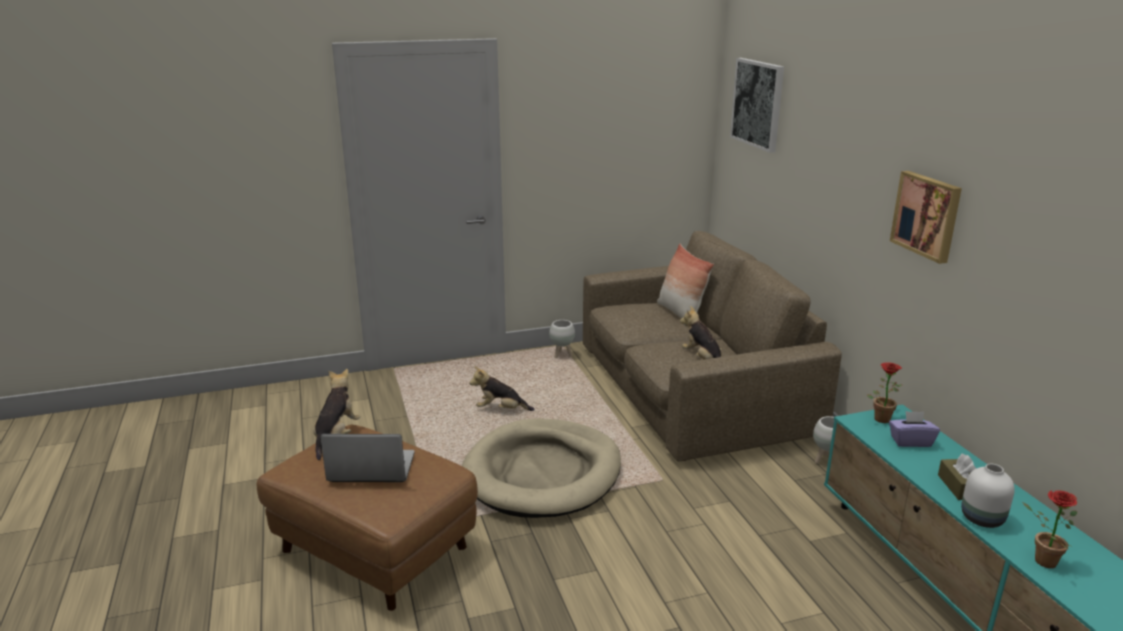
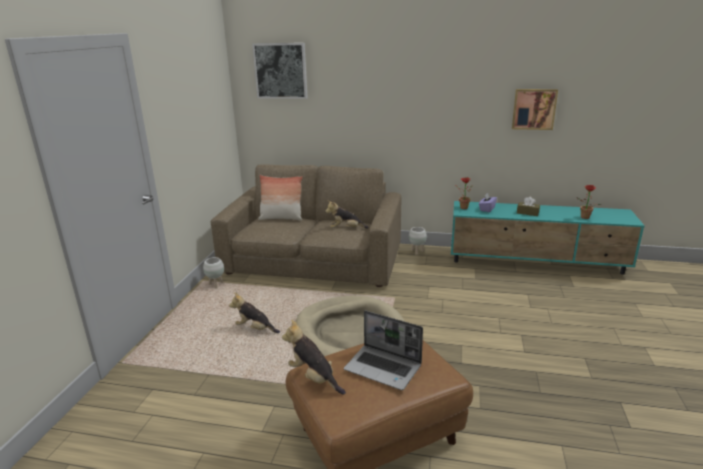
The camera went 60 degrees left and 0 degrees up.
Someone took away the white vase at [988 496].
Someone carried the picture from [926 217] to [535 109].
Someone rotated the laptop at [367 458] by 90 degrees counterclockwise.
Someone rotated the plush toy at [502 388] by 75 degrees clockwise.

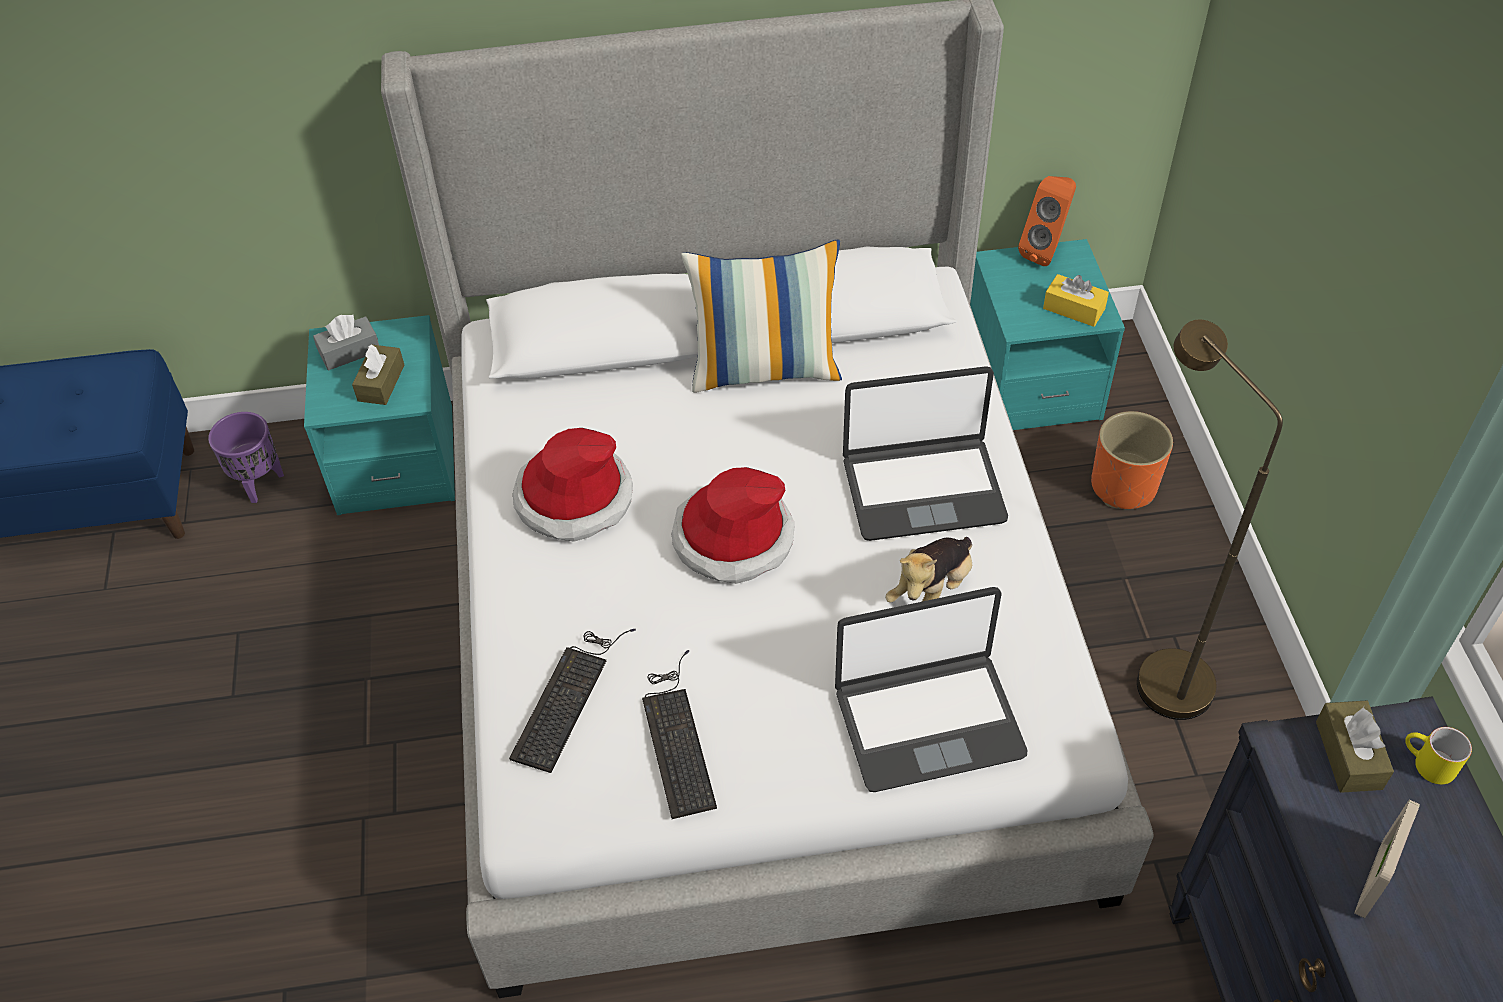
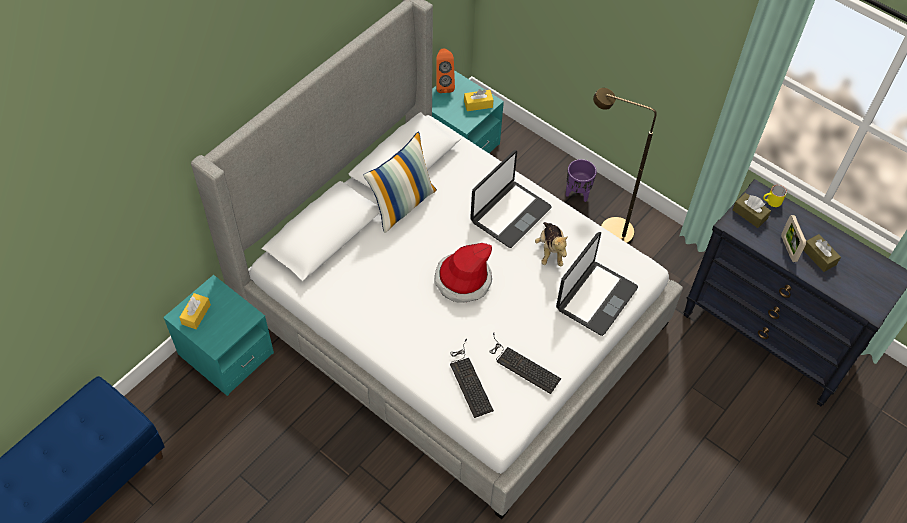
The camera went 45 degrees left and 5 degrees up.
Someone took away the hat at [573 485].
Someone took away the orange planter at [1132 460].
Someone carried the purple planter from [246 457] to [581 180].
Someone carried the brown tissue box from [378 374] to [822 253].
Someone repainted the grey tissue box at [346 343], which became the yellow tissue box at [195 311].

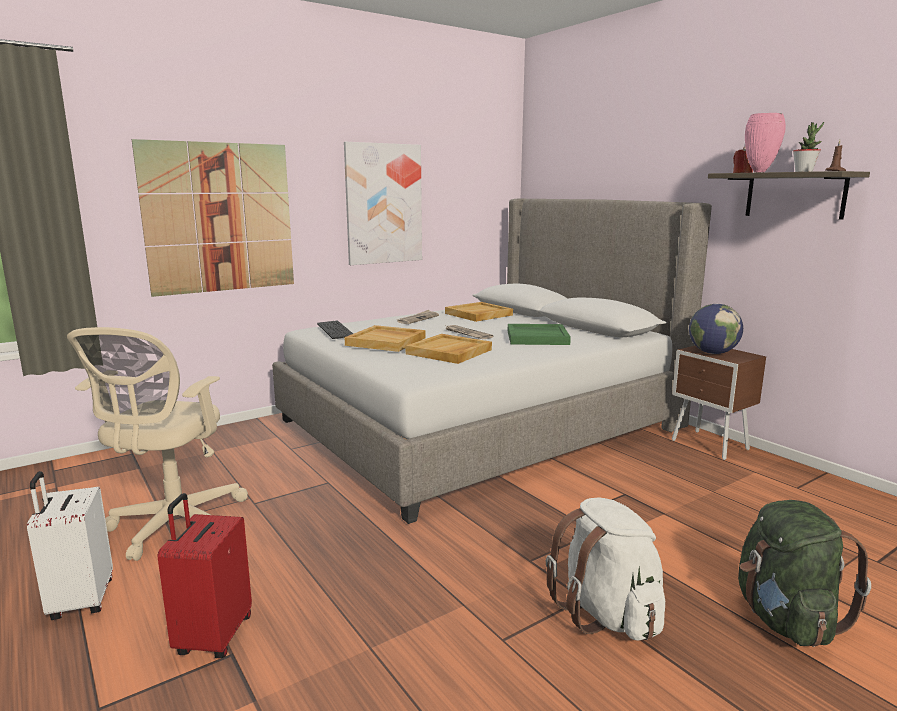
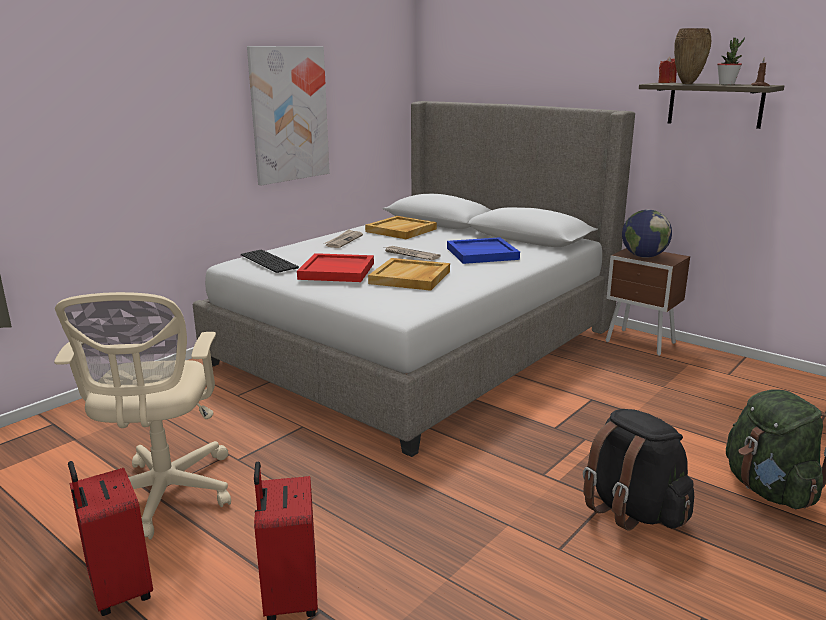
The camera went 15 degrees left and 5 degrees up.
Someone took away the picture at [213 218].
Someone repainted the white suitcase at [70 545], which became the red suitcase at [110 538].
Someone repainted the beige tray at [385 338], which became the red tray at [335 267].
Someone repainted the green tray at [539 334], which became the blue tray at [483 250].
Someone repainted the white backpack at [605 569], which became the black backpack at [638 470].
Someone repainted the pink vase at [765 142], which became the brown vase at [692 56].

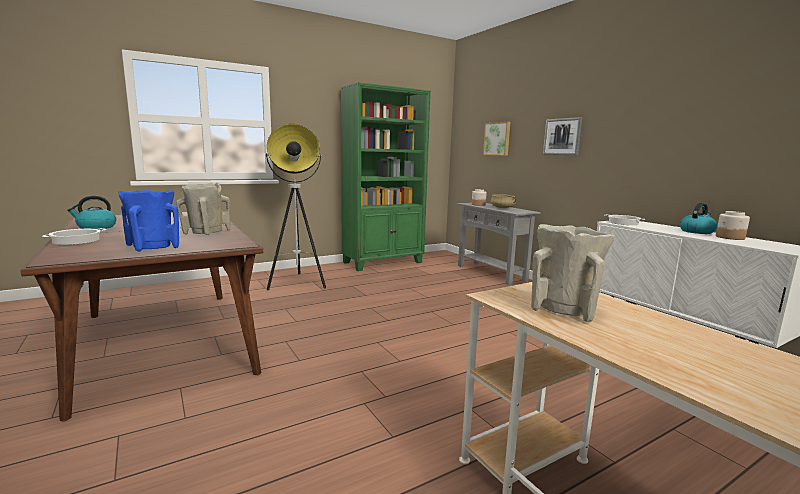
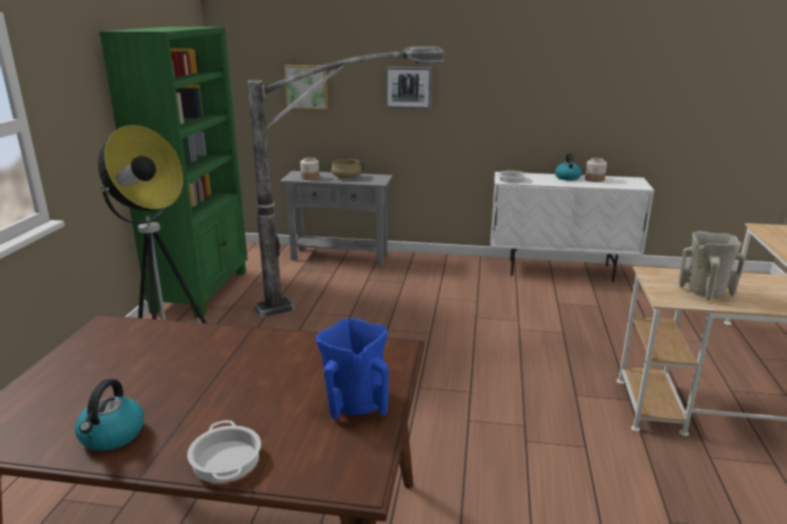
The camera went 50 degrees left and 10 degrees up.
Someone took away the beige vase at [203 209].
Someone put down the floor lamp at [346 181].

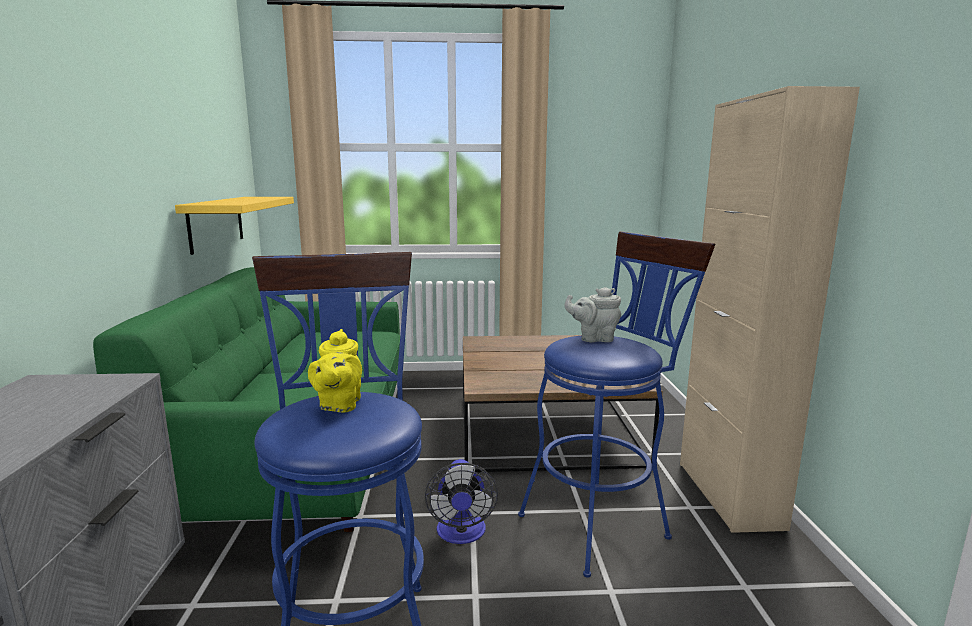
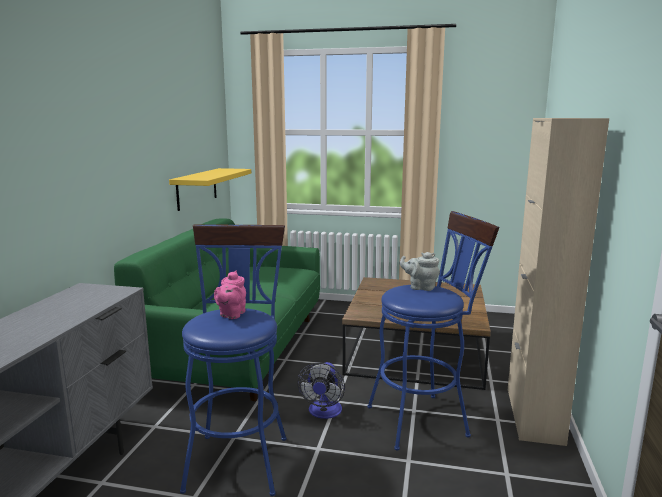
The camera went 15 degrees right and 0 degrees up.
Someone repainted the yellow teapot at [335 371], which became the pink teapot at [230 294].

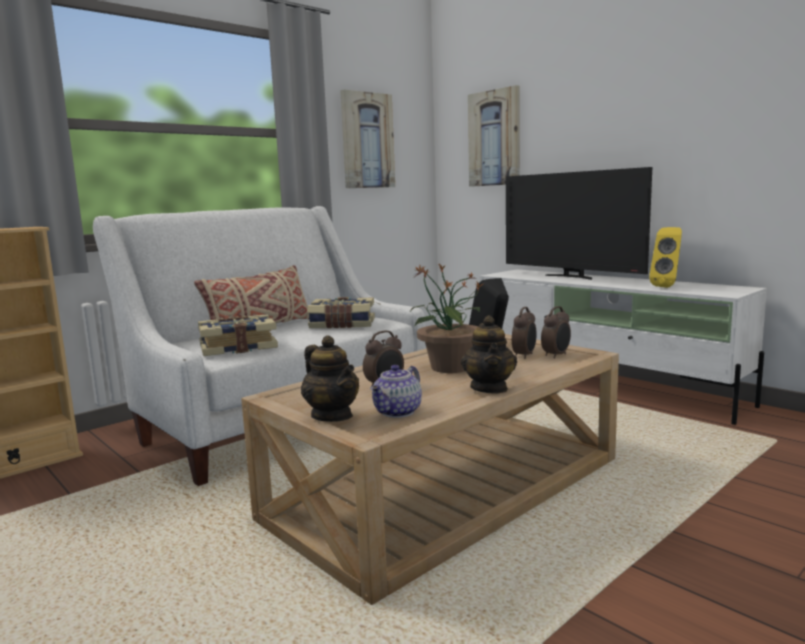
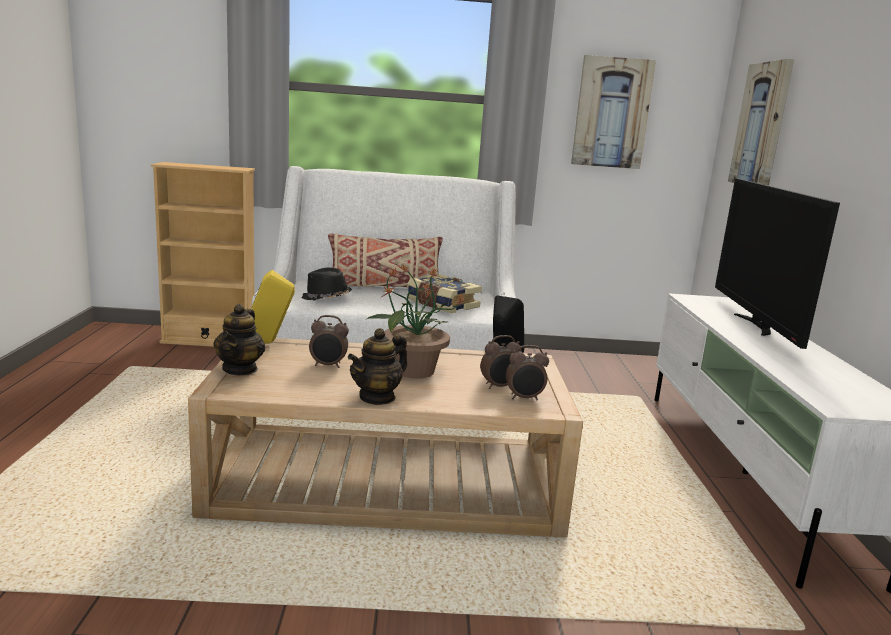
The camera went 40 degrees right and 5 degrees up.
Someone took away the teapot at [396 391].
Someone carried the yellow speaker from [665 257] to [273 307].
Someone swapped the book at [238 335] for the black hat at [327 284].

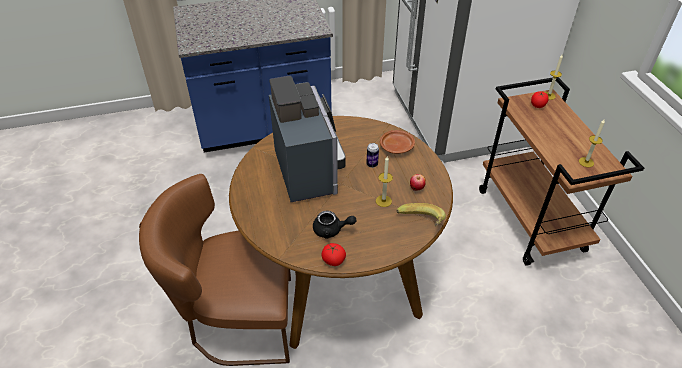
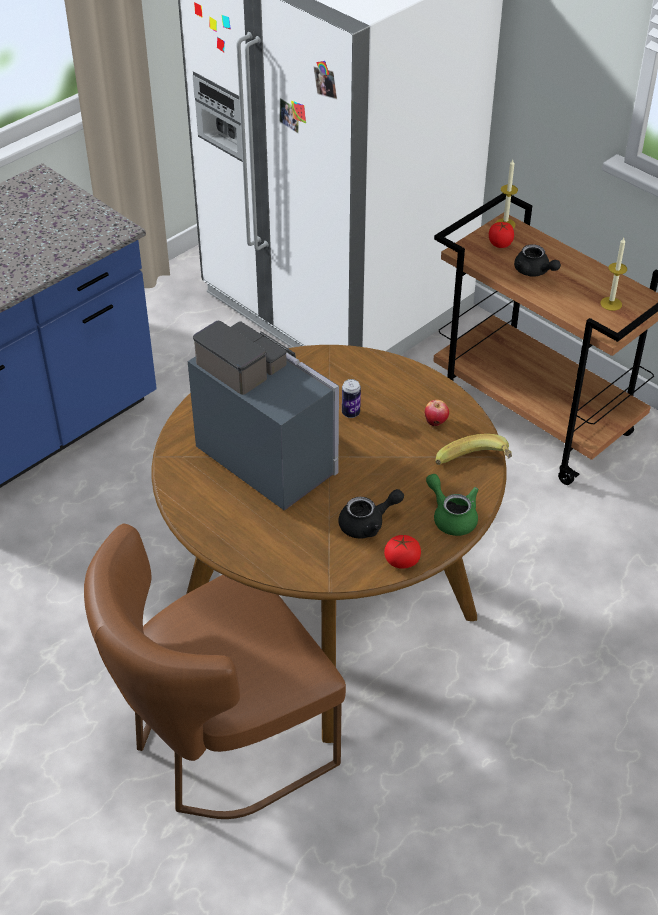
The camera went 30 degrees left and 0 degrees up.
Someone took away the candle at [384 181].
Someone took away the brown plate at [397 142].
Someone put down the green teapot at [452 505].
Someone put down the black teapot at [537 260].

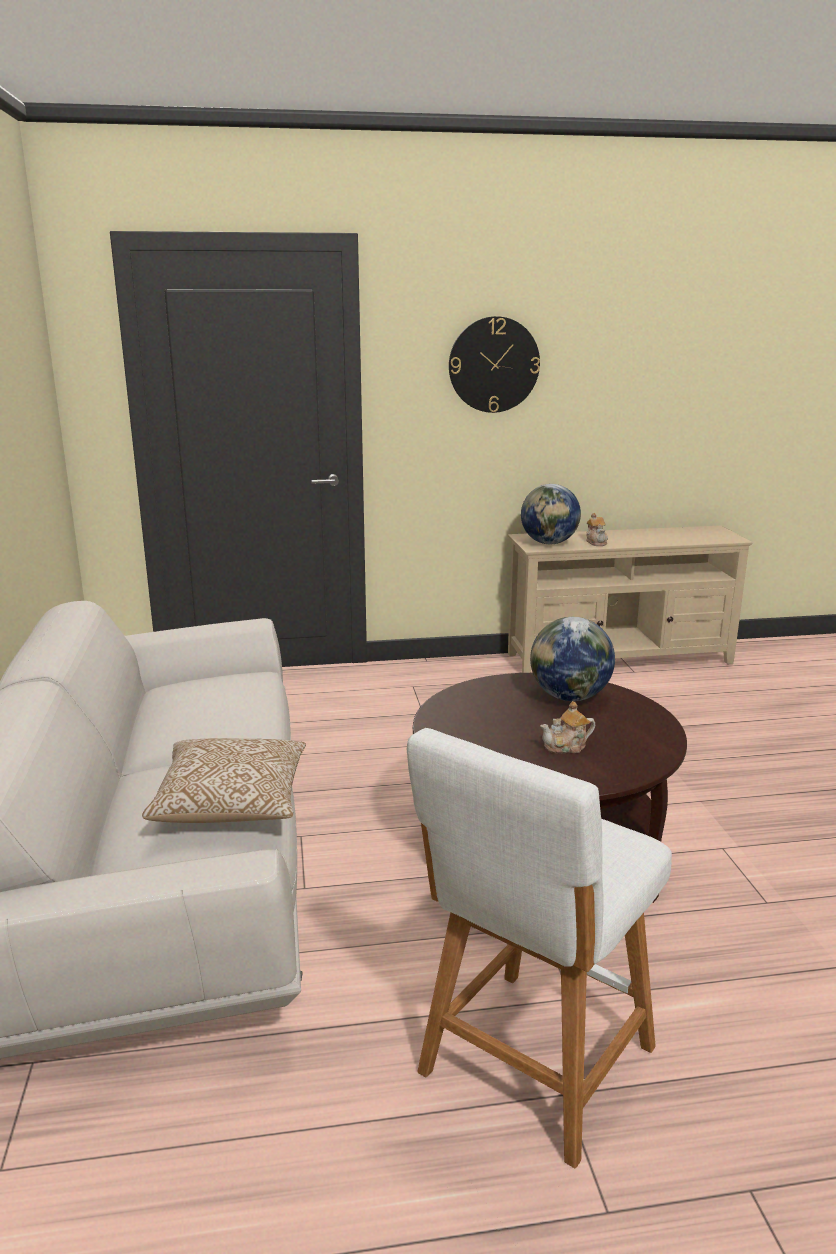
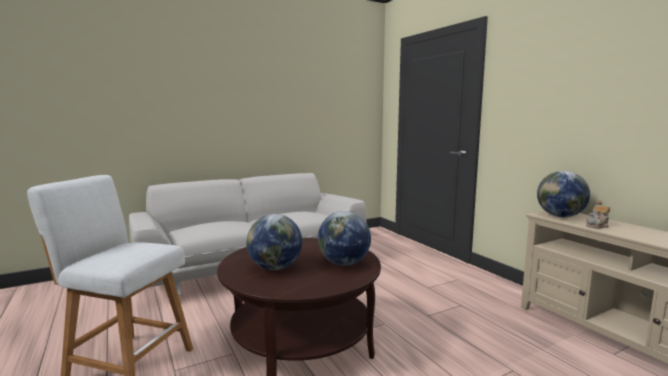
The camera went 70 degrees right and 10 degrees down.
Someone took away the pillow at [224 780].
Someone took away the wall clock at [494 364].
Someone swapped the teapot at [567 727] for the globe at [274 242].

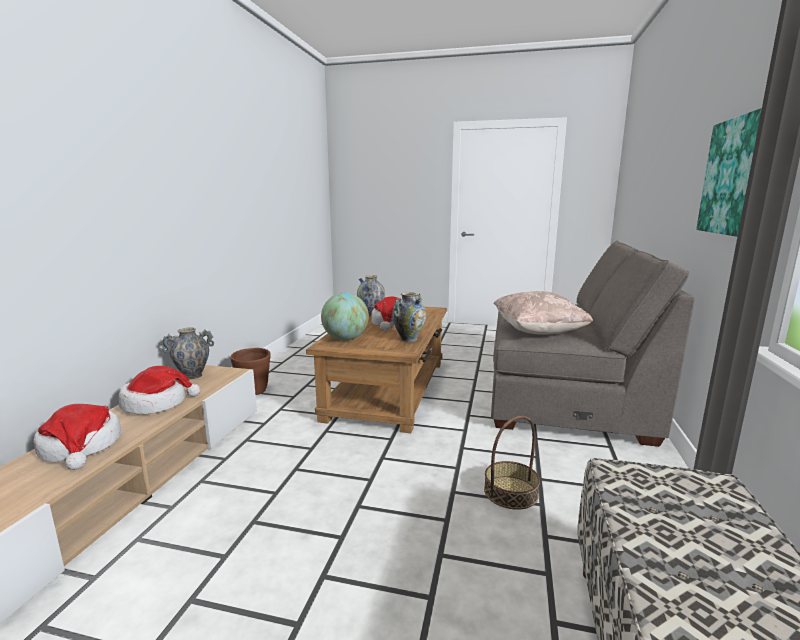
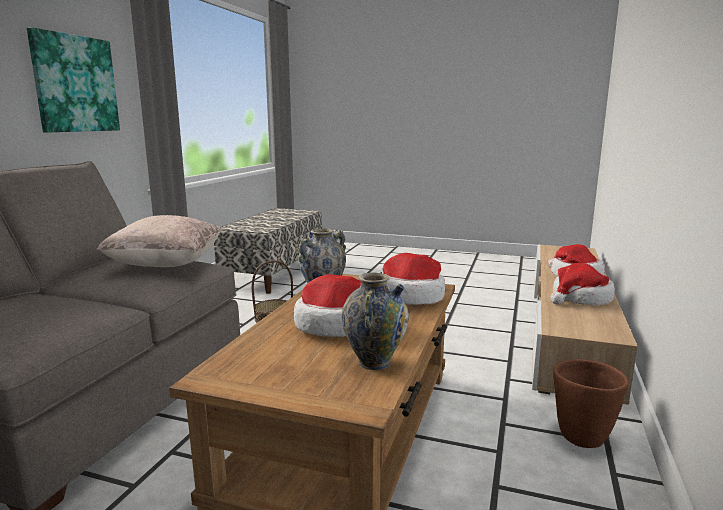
The camera went 175 degrees left and 0 degrees up.
Someone took away the vase at [188 353].
Someone swapped the globe at [345 316] for the hat at [413 279].

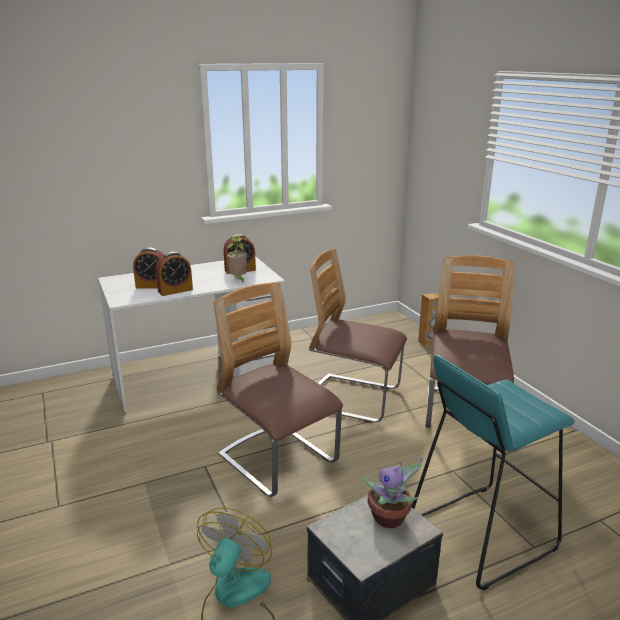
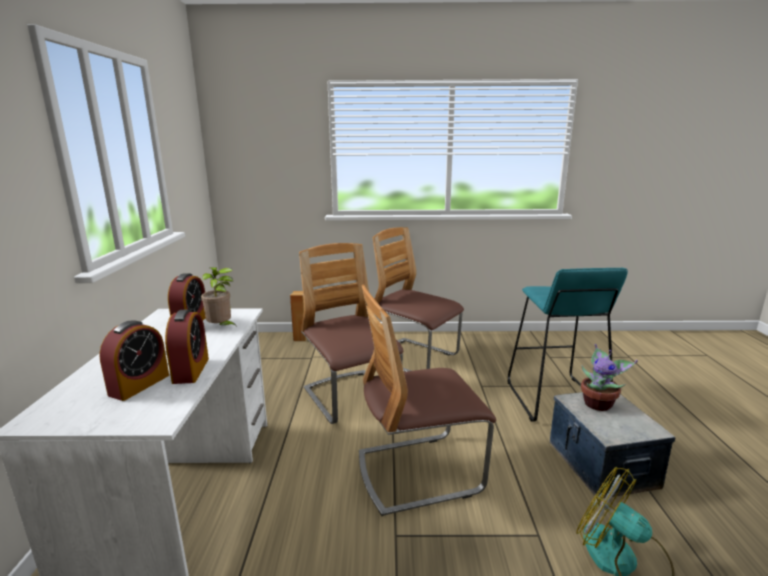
The camera went 65 degrees left and 5 degrees down.
Someone rotated the chair at [358 336] by 105 degrees clockwise.

